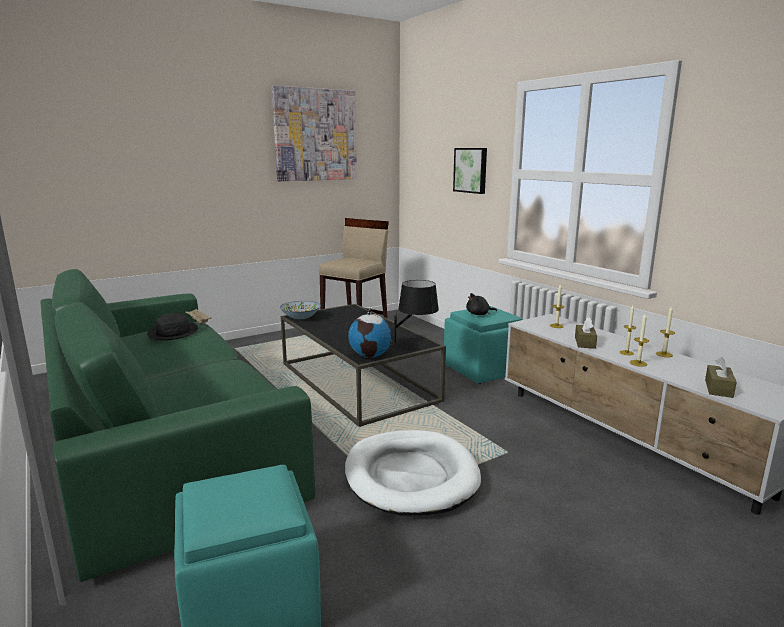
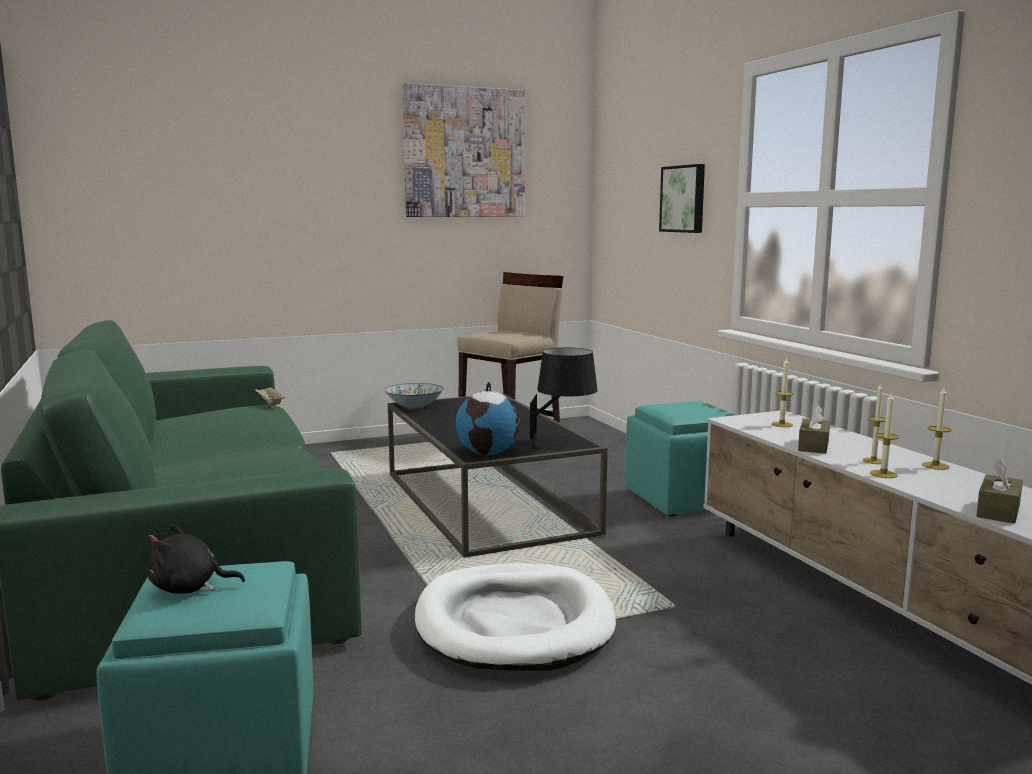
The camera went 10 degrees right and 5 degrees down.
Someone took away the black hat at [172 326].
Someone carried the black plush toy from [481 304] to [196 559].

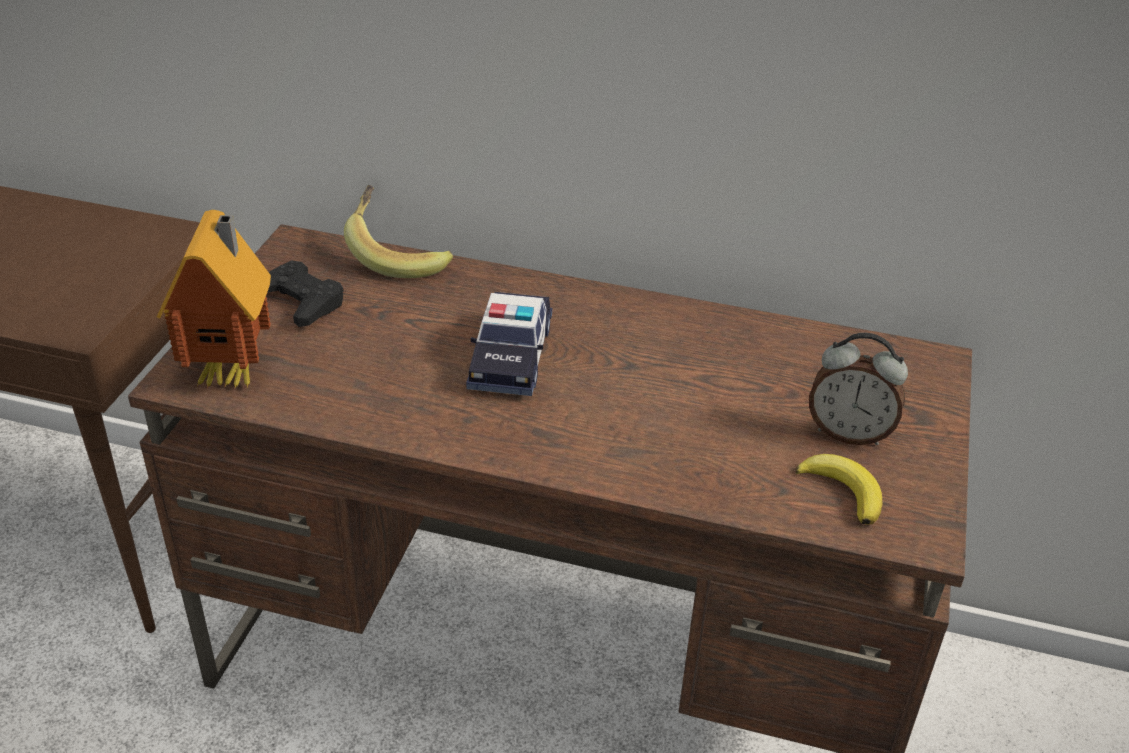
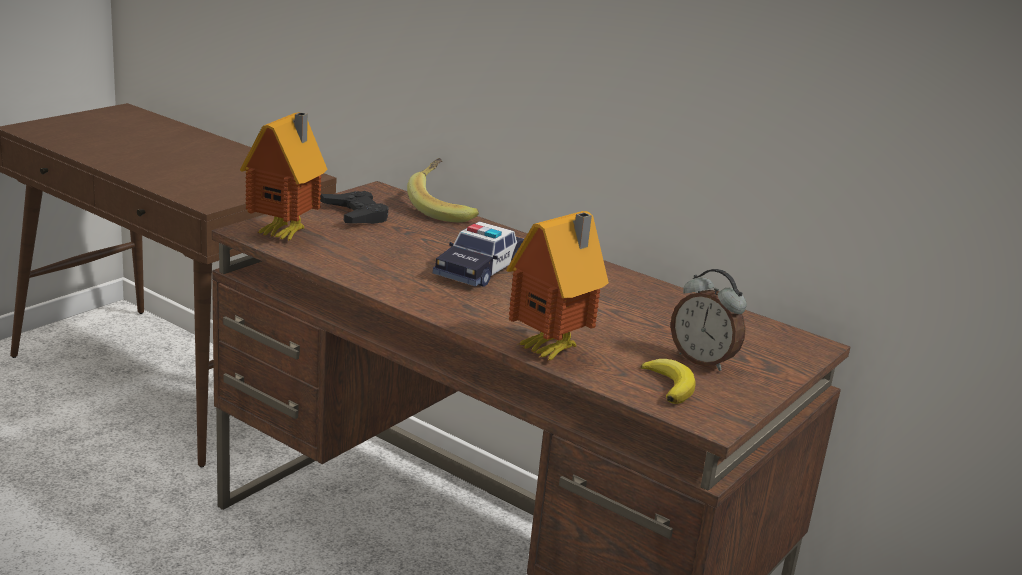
The camera went 20 degrees right and 15 degrees down.
Someone put down the toy house at [557 286].

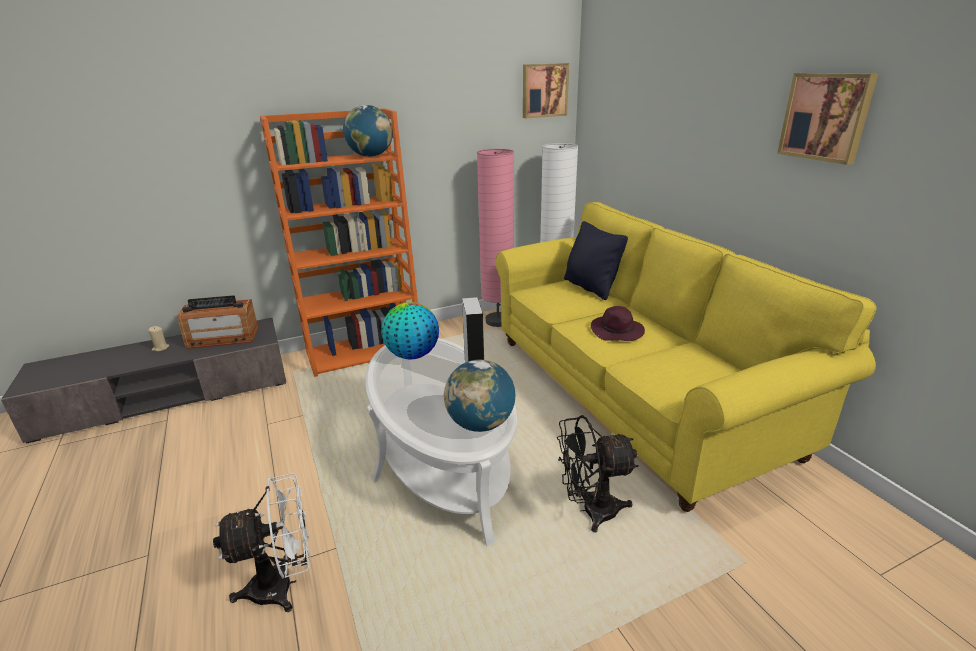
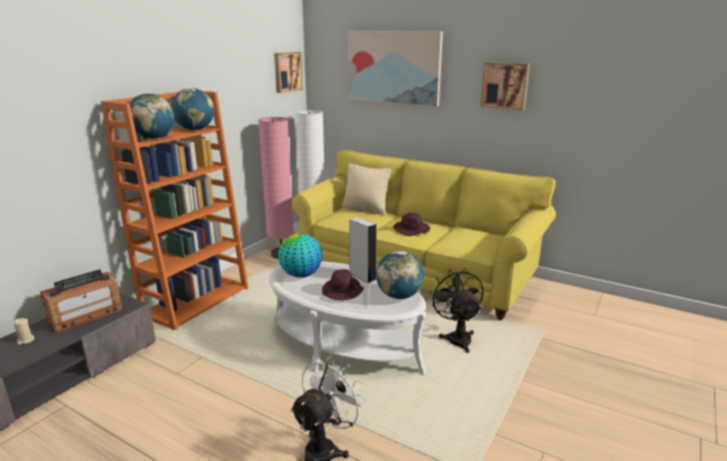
The camera went 35 degrees left and 5 degrees down.
Someone put down the globe at [151 116].
Someone put down the purple hat at [343 285].
Someone put up the picture at [395 68].
Someone repainted the black pillow at [596 260], which became the beige pillow at [366 189].
Someone rotated the black fan at [597 474] by 120 degrees clockwise.

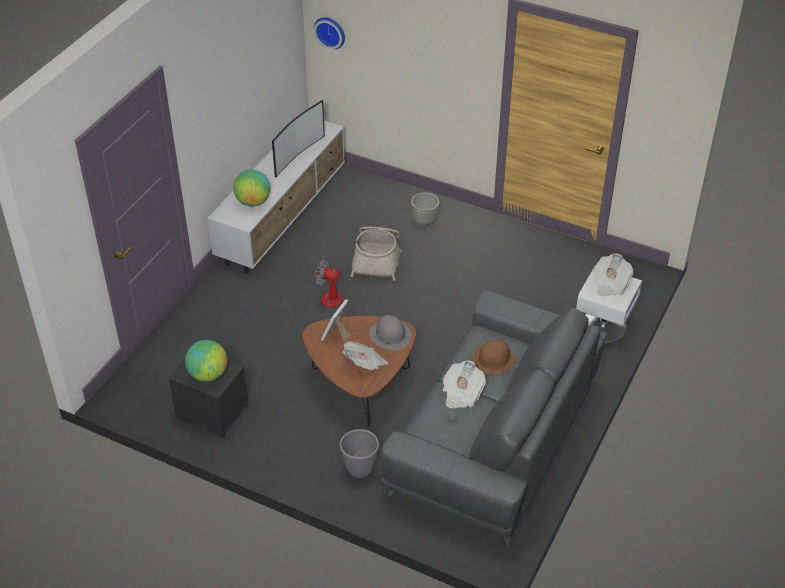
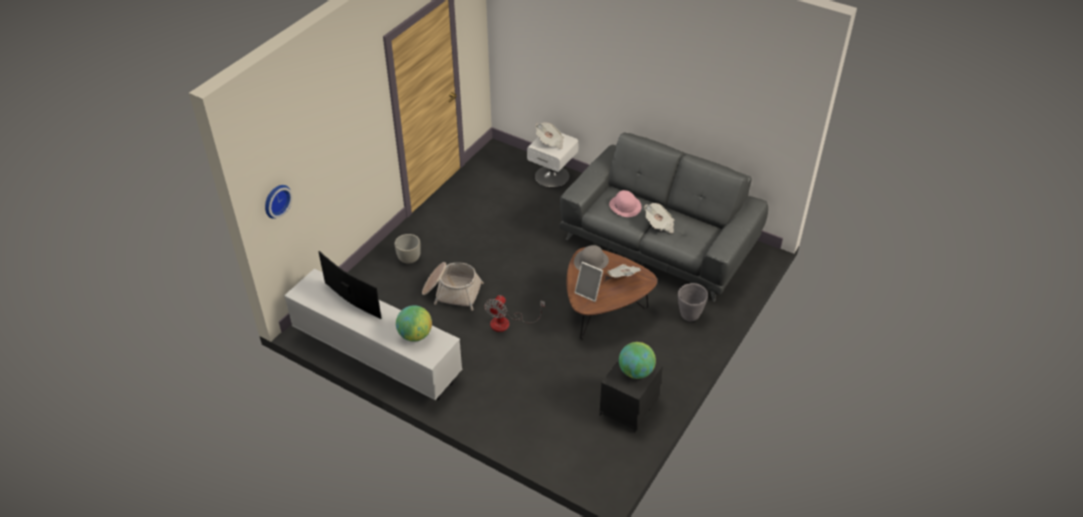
The camera went 85 degrees left and 0 degrees up.
Someone repainted the brown hat at [494 357], which became the pink hat at [625 203].

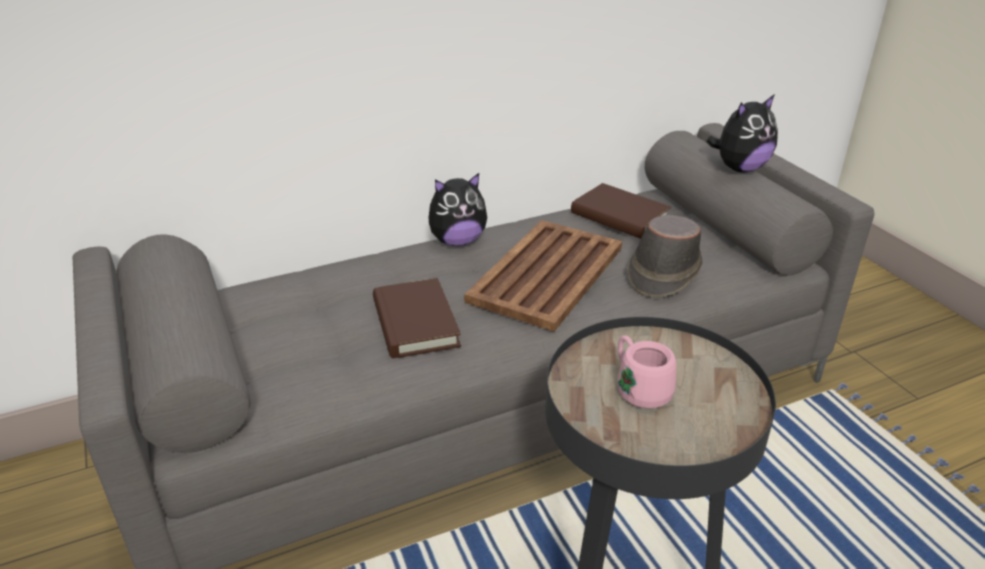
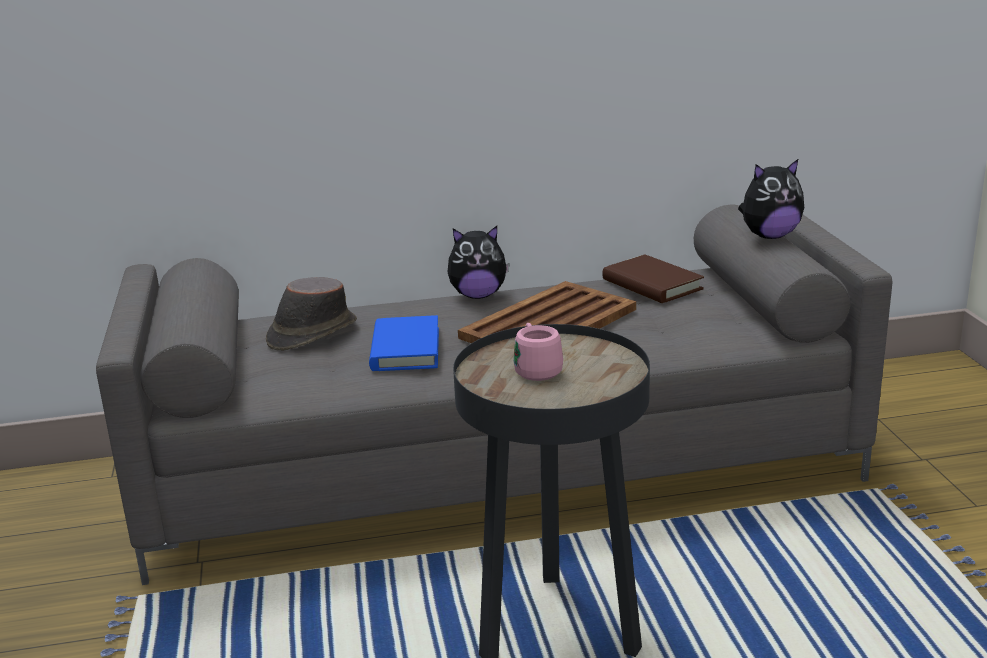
The camera went 15 degrees right and 10 degrees down.
Someone carried the brown hat from [664 256] to [311 314].
Someone repainted the brown book at [417 318], which became the blue book at [404 343].

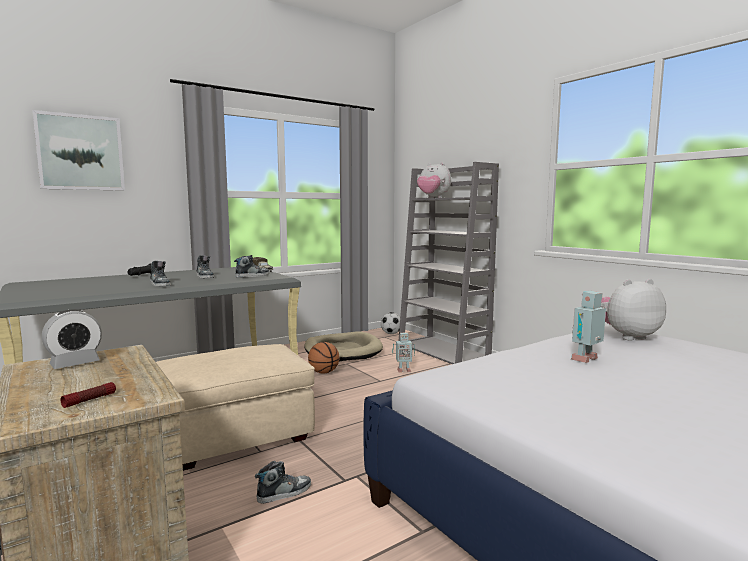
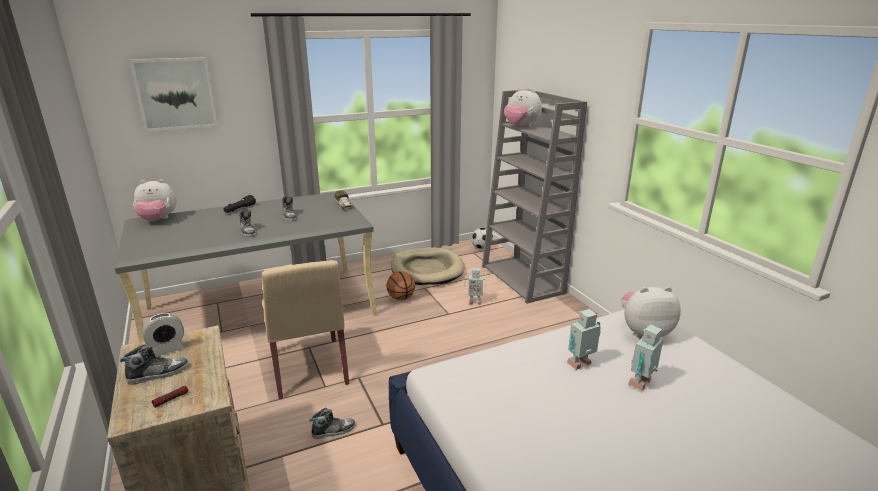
The camera went 10 degrees right and 15 degrees up.
Someone put down the plush toy at [155 200].
Someone put down the toy robot at [646 357].
Someone carried the shoe from [252 266] to [154 364].
Someone swapped the beige ottoman at [235 407] for the beige chair at [305 329].

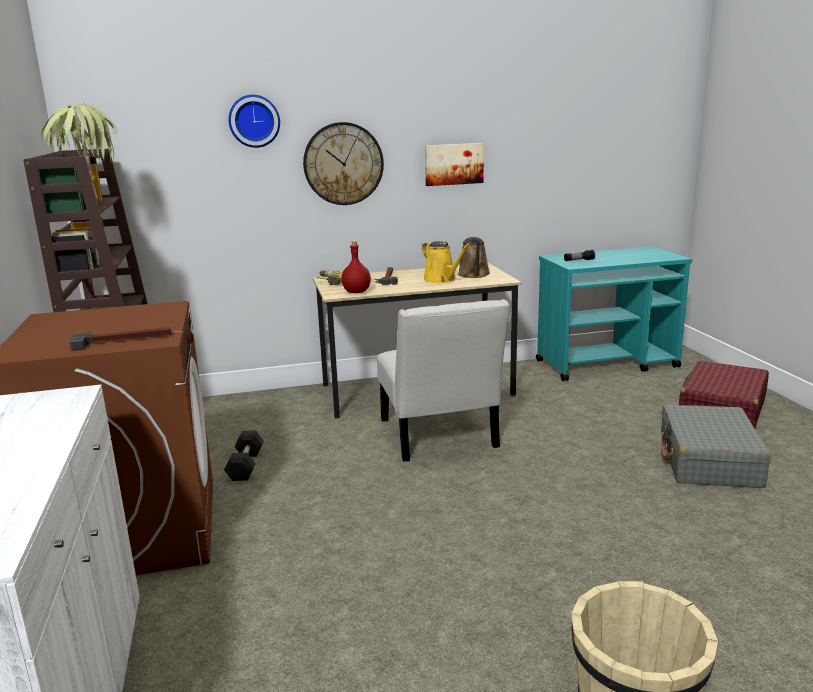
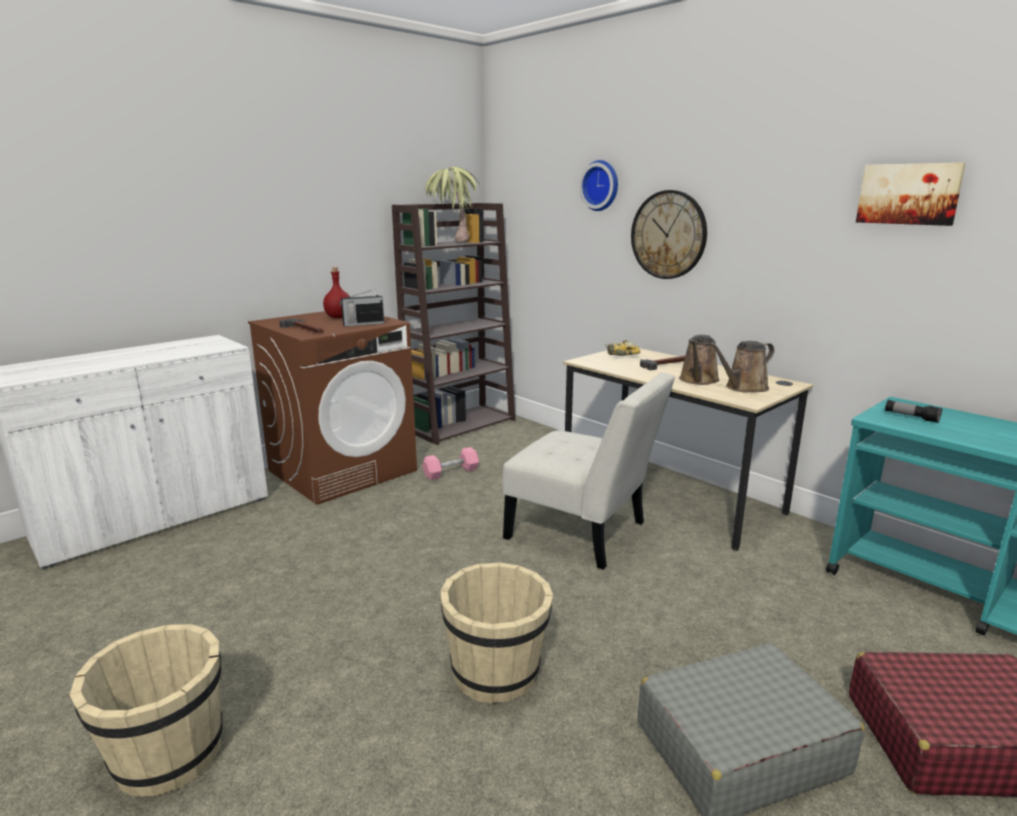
The camera went 60 degrees right and 0 degrees up.
Someone put down the radio at [362 308].
Someone put down the beige bucket at [497 633].
Someone carried the red bottle from [356 267] to [337 292].
Someone carried the picture from [454 164] to [911 194].
Someone repainted the black dumbbell at [244 455], which became the pink dumbbell at [450 463].
Someone repainted the yellow watering can at [446 262], which became the brown watering can at [699 360].
Someone rotated the white chair at [443 380] by 105 degrees counterclockwise.

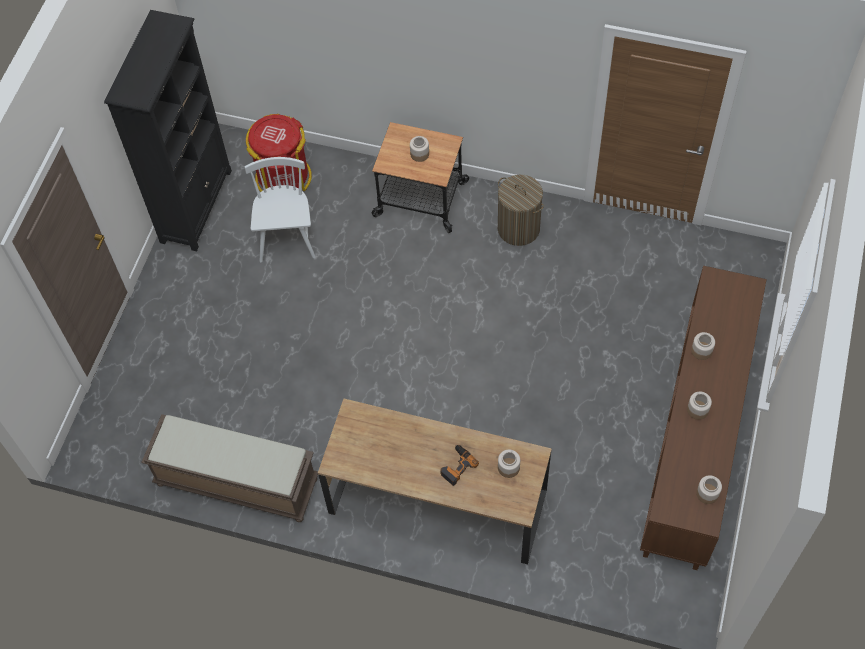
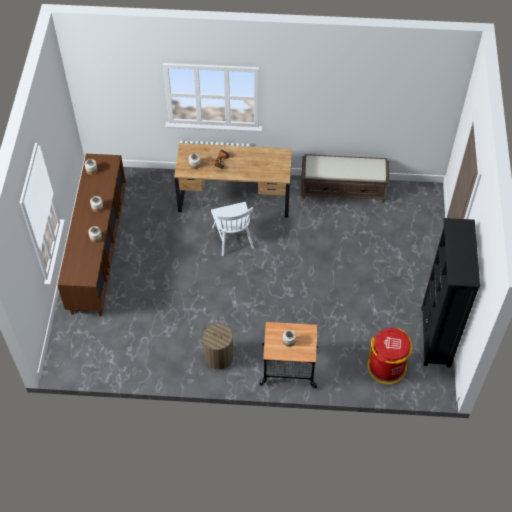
The camera went 165 degrees right and 5 degrees down.
Someone carried the white chair from [280 210] to [232 229].

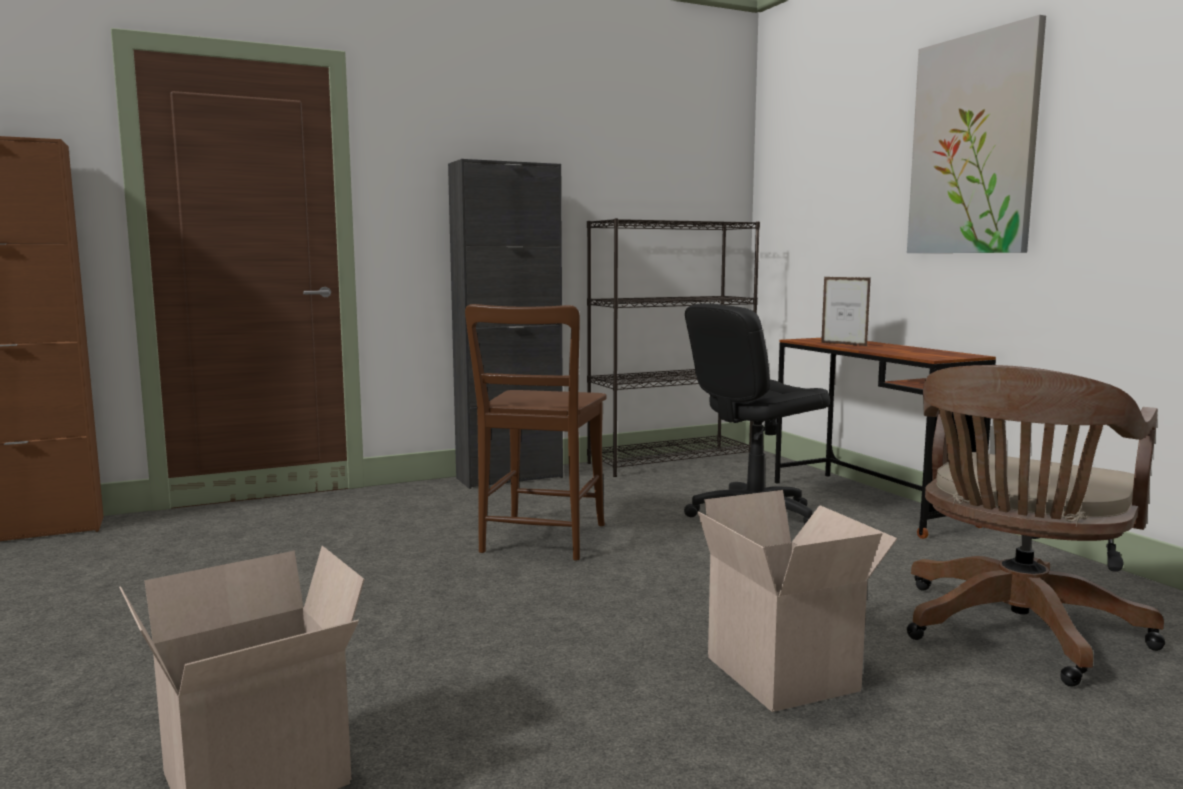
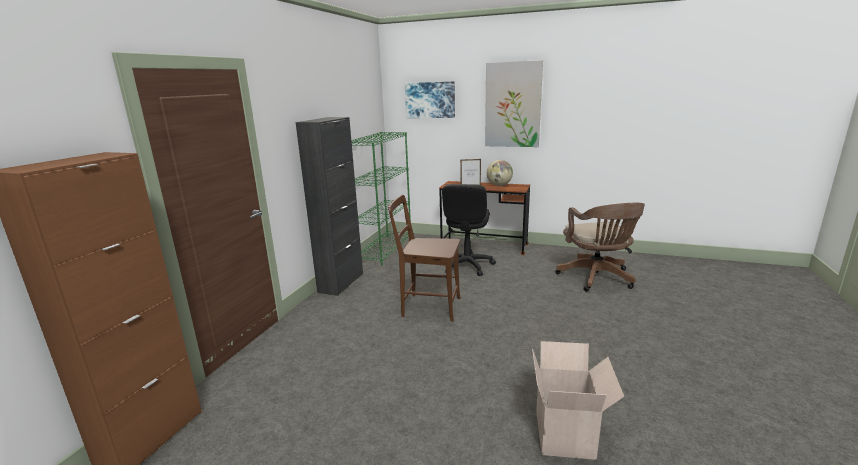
The camera went 45 degrees left and 10 degrees up.
Someone took away the cardboard box at [797 601].
Someone put up the picture at [430 100].
Someone put down the globe at [500 173].
Someone repainted the black bookcase at [673 347], which became the green bookcase at [381 199].
Someone rotated the brown chair at [535 432] by 135 degrees clockwise.

